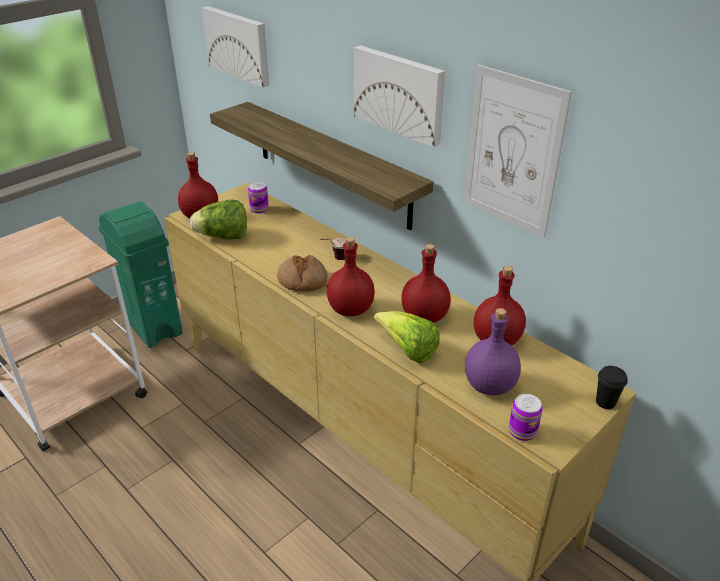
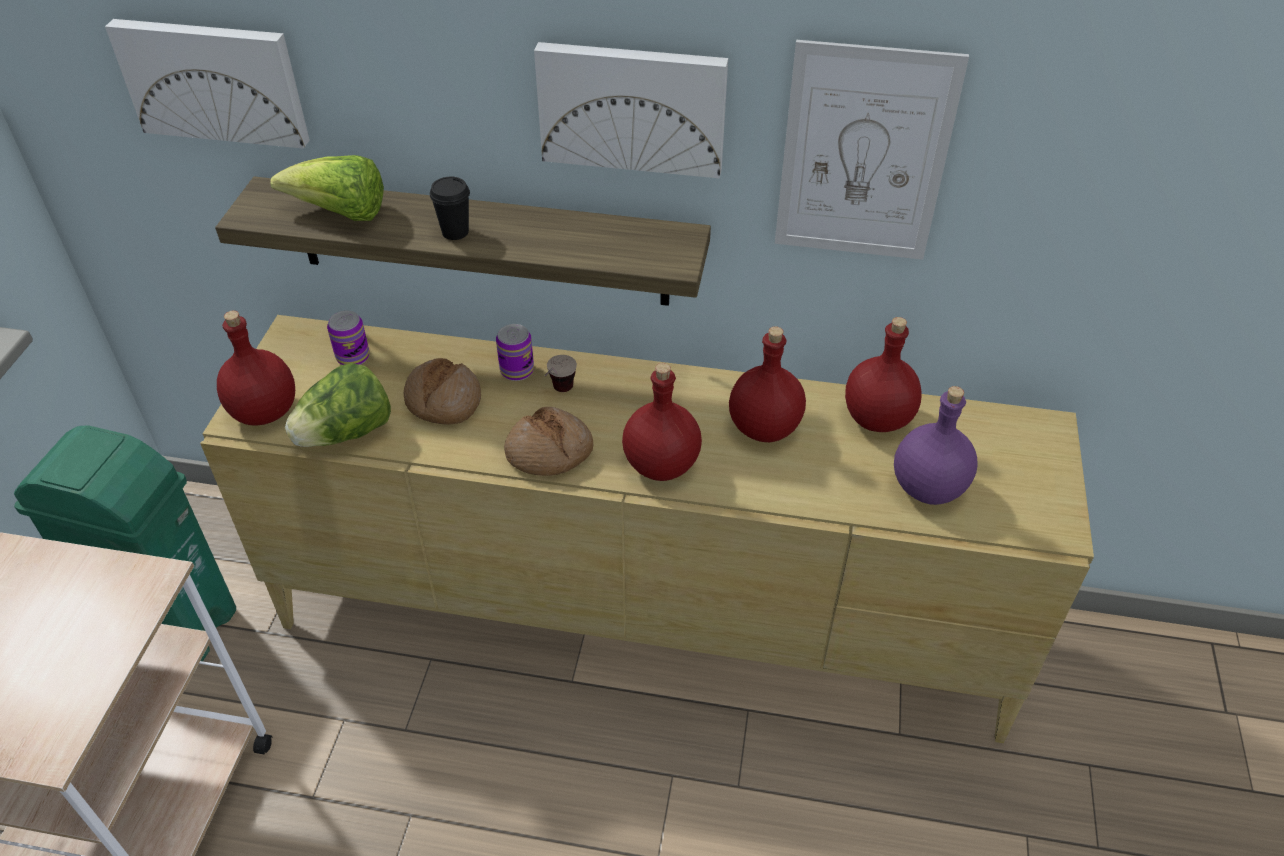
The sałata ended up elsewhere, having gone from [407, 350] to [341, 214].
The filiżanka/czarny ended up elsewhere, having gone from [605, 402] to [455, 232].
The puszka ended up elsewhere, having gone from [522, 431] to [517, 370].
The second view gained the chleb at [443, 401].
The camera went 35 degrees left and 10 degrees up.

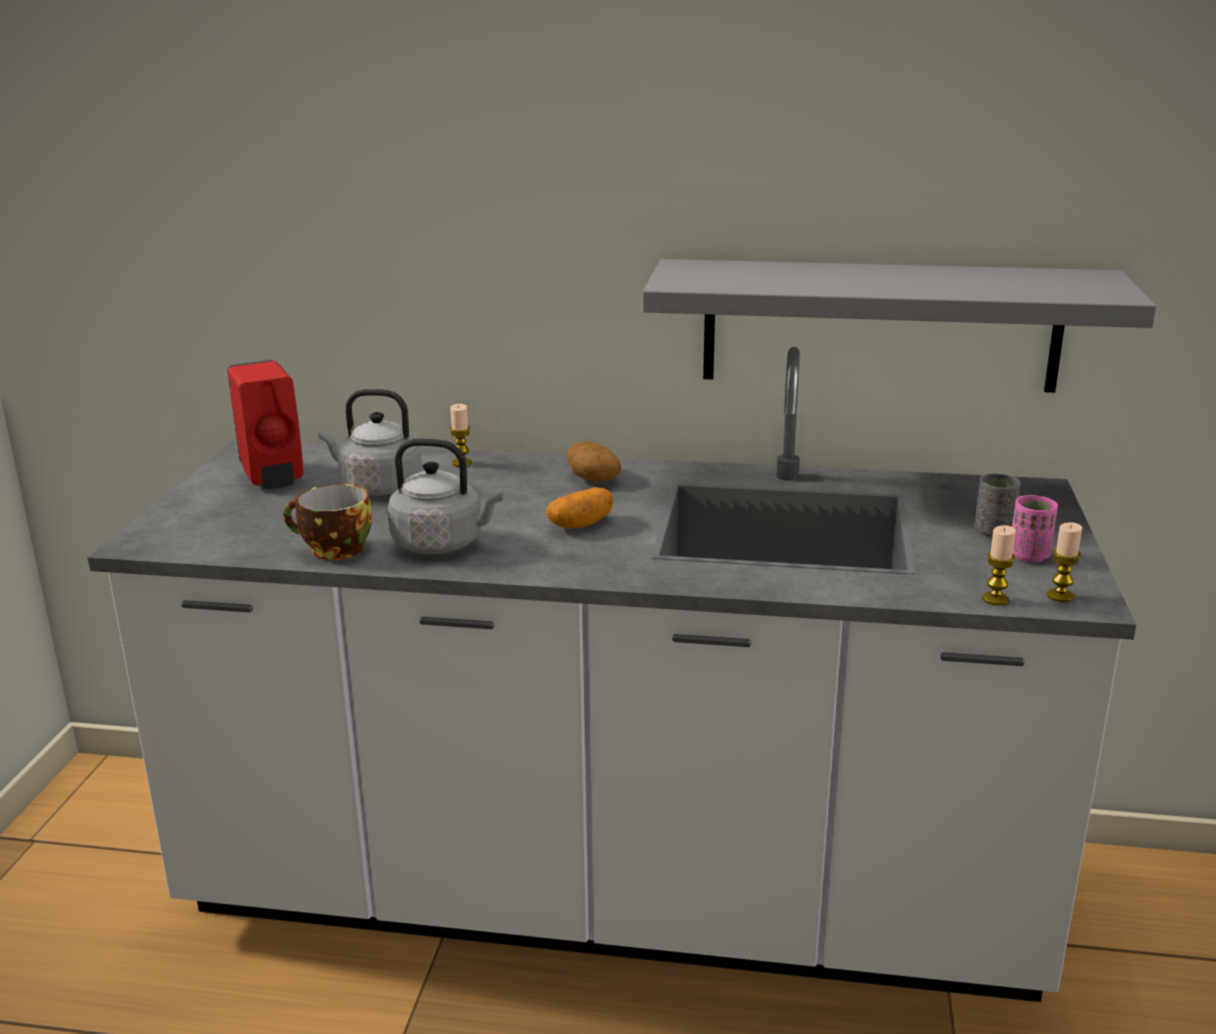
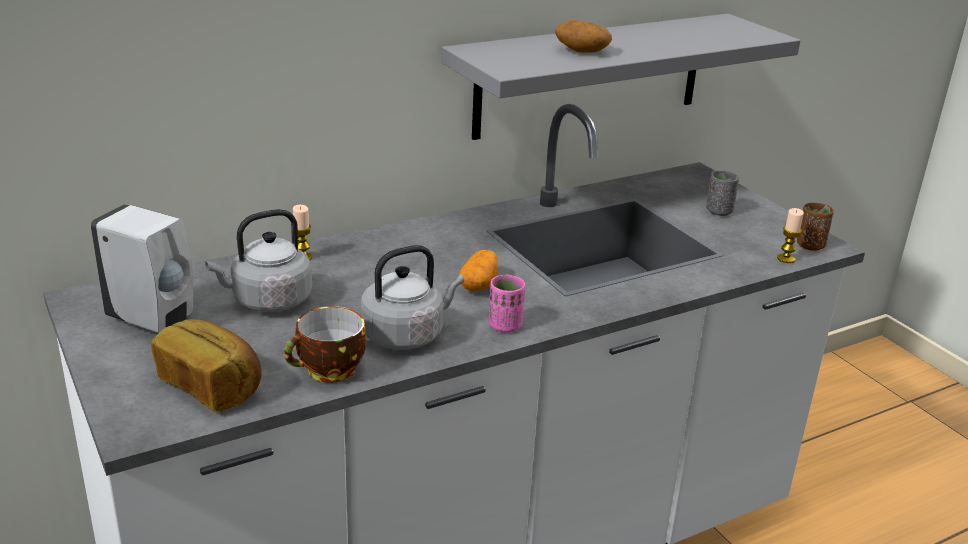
What was the dozownik mydła/czerwony at [272, 477] turned into the dozownik mydła/biały at [154, 320].
The ziemniak ended up elsewhere, having gone from [592, 478] to [581, 51].
The filiżanka/różowy ended up elsewhere, having gone from [1029, 555] to [505, 325].
Where the świeca stood at [1060, 596], the filiżanka/brązowy came to stand at [810, 245].
The second view gained the chleb at [211, 386].
The camera went 40 degrees left and 5 degrees up.

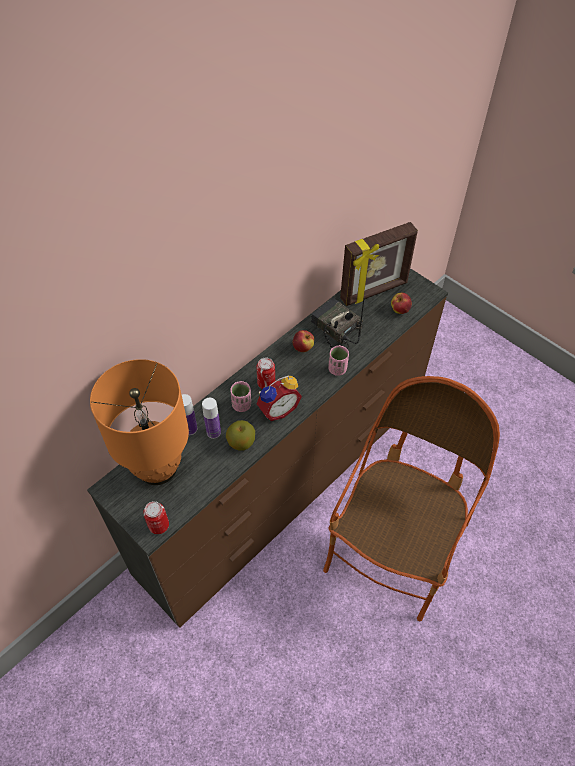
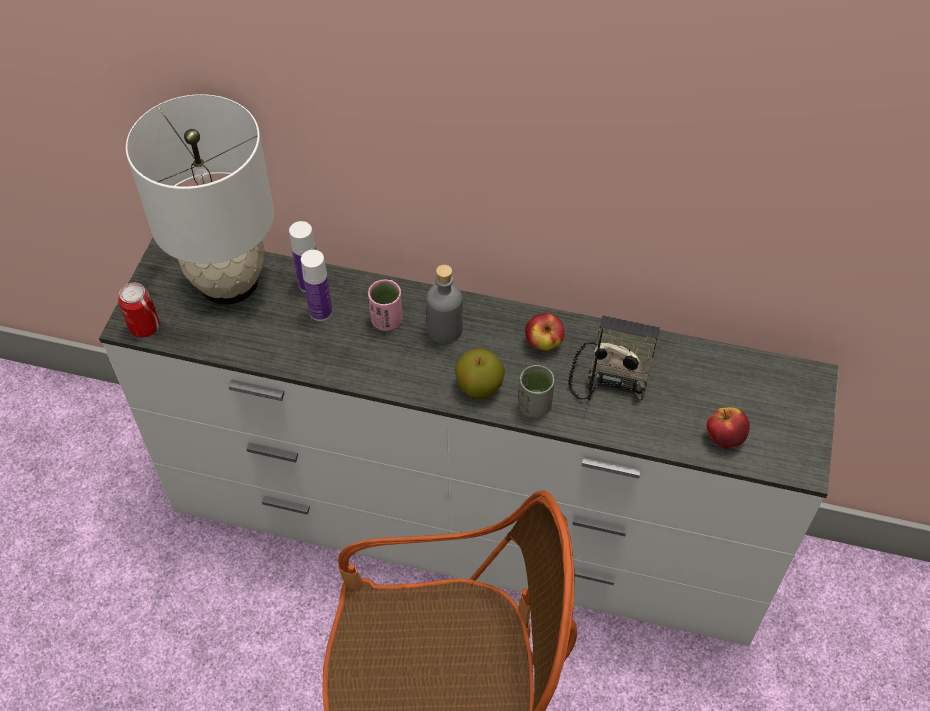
The second view lost the ramka na zdjęcie at [374, 292].
What was the komoda/brązowy at [287, 482] turned into the komoda/biały at [466, 527].
What was the filiżanka/różowy at [337, 369] turned into the filiżanka/szary at [534, 406].
Where the puszka stood at [266, 383], the butelka/szary came to stand at [445, 330].
What was the lampa stołowa/pomarańczowy at [157, 468] turned into the lampa stołowa/biały at [228, 281].
The second view lost the budzik at [277, 409].
The jabłko ended up elsewhere, having gone from [241, 443] to [479, 387].
The camera went 60 degrees right and 0 degrees up.

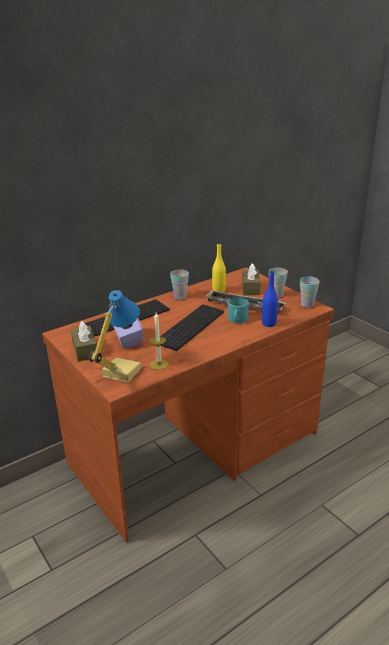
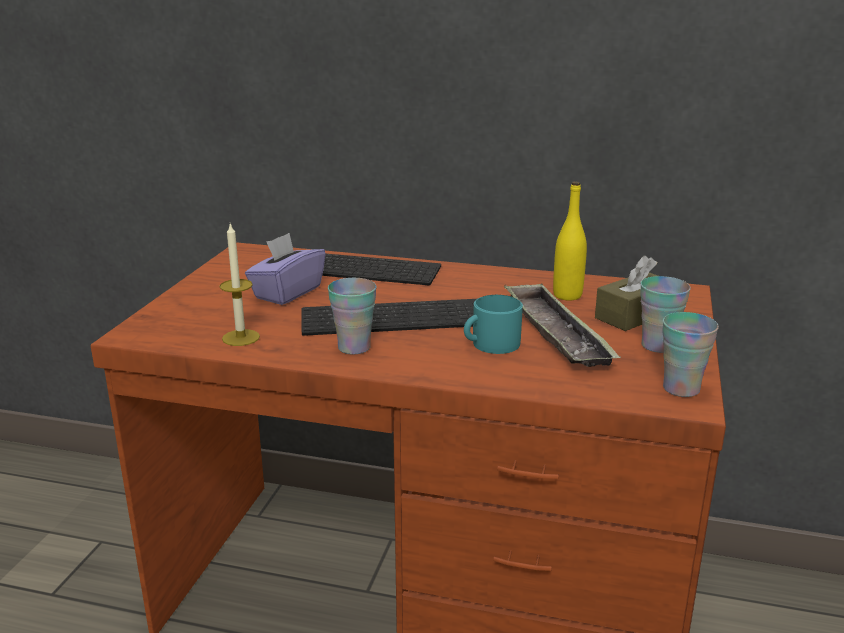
The filiżanka ended up elsewhere, having gone from [180, 297] to [354, 347].
The second view lost the butelka/niebieski at [269, 323].
The second view lost the lampa stołowa at [120, 371].
The second view lost the pudełko chusteczek/brązowy at [85, 350].
The camera went 50 degrees right and 5 degrees down.

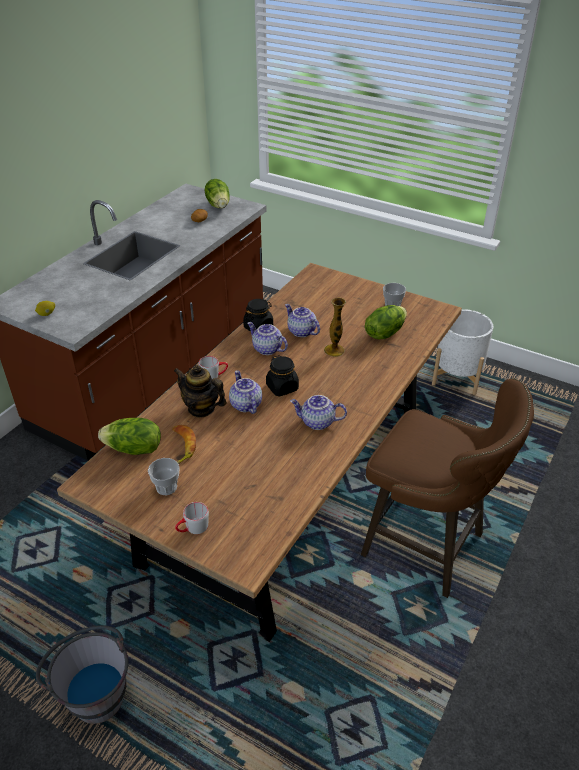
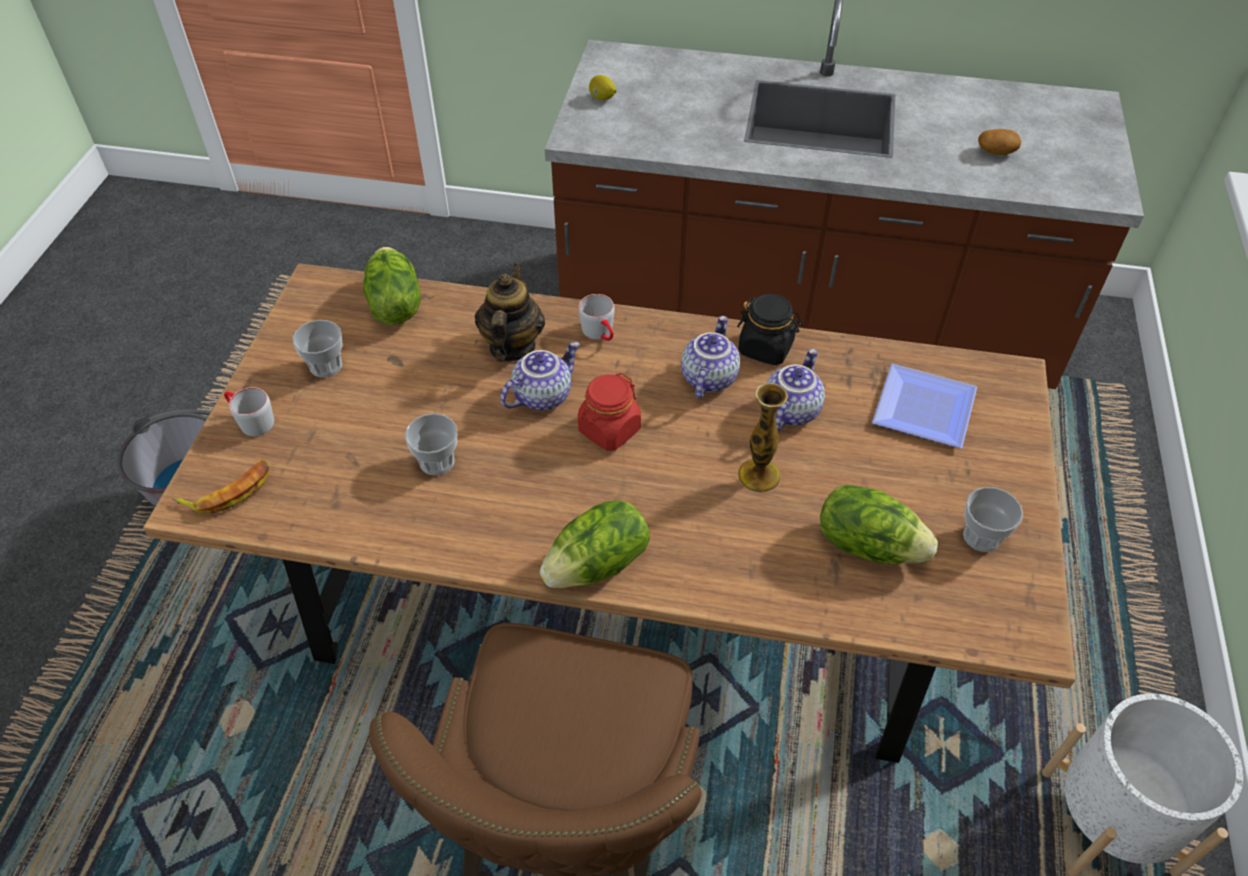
The sałata ended up elsewhere, having gone from [219, 205] to [598, 565].
What was the słoik/czarny at [282, 387] turned into the słoik/czerwony at [609, 430].
The second view lost the imbryk at [317, 423].
The banan ended up elsewhere, having gone from [182, 446] to [228, 491].
The second view gained the talerz at [921, 406].
The second view gained the filiżanka at [437, 462].
The camera went 70 degrees right and 10 degrees up.

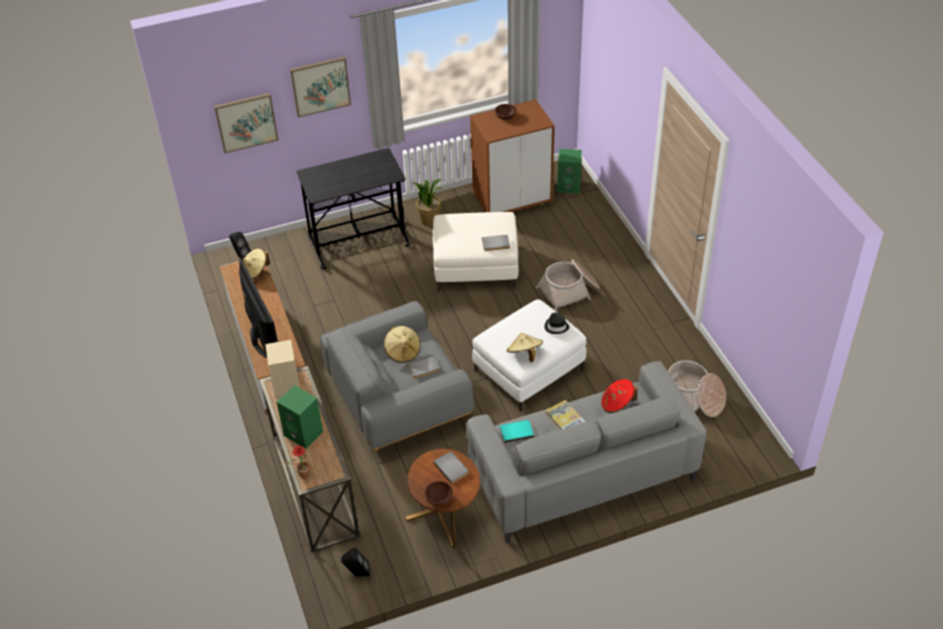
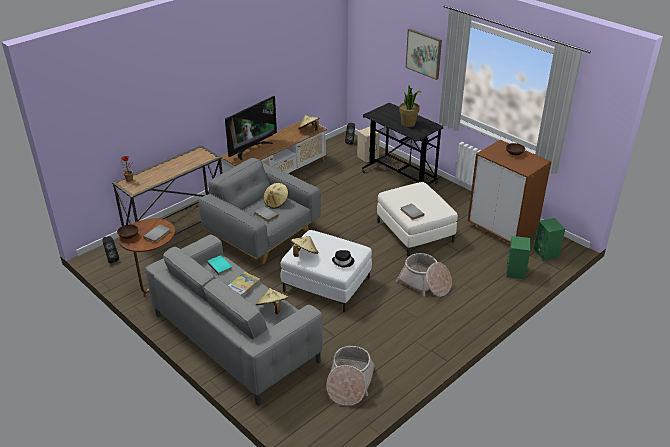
The second view lost the obraz at [246, 122].
The roślina doniczkowa ended up elsewhere, having gone from [429, 220] to [408, 123].
The głośnik/beżowy ended up elsewhere, having gone from [285, 385] to [368, 156].
What was the kapelusz/czerwony at [617, 404] turned into the kapelusz/beżowy at [272, 308].
The głośnik/zielony ended up elsewhere, having gone from [304, 433] to [516, 272].
The camera went 65 degrees right and 10 degrees down.

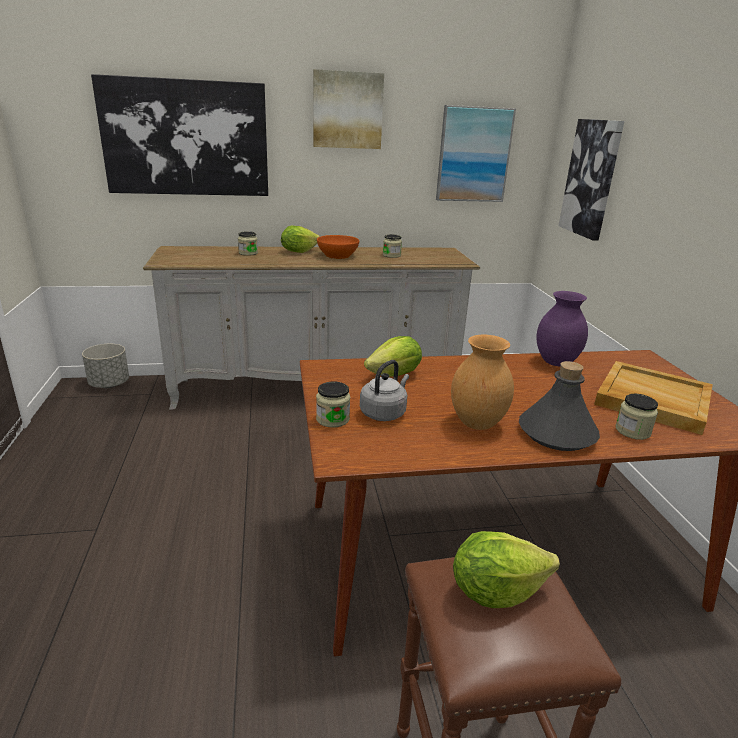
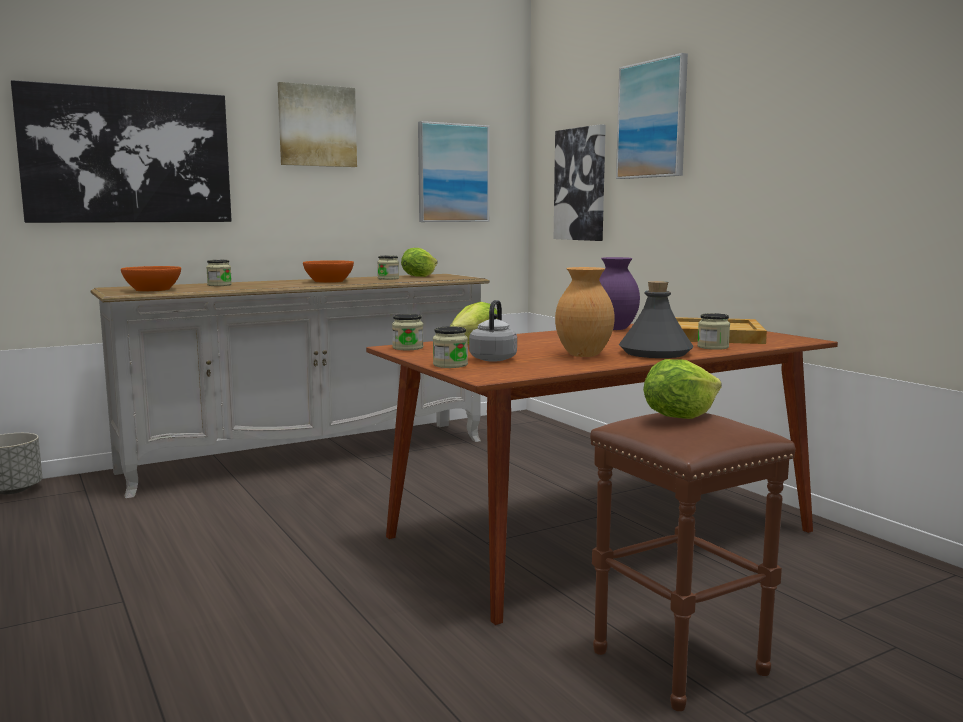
The sałata ended up elsewhere, having gone from [298, 251] to [418, 276].
The second view gained the obraz at [652, 120].
The second view gained the miska/pomarańczowy at [152, 290].
The second view gained the słoik at [408, 348].
The camera went 20 degrees left and 15 degrees down.

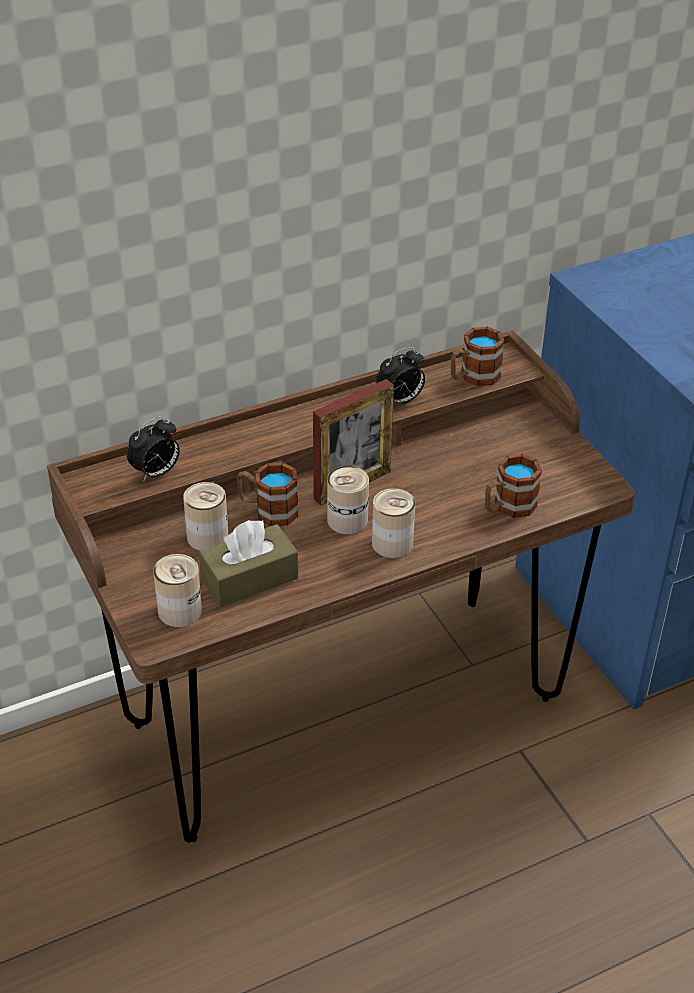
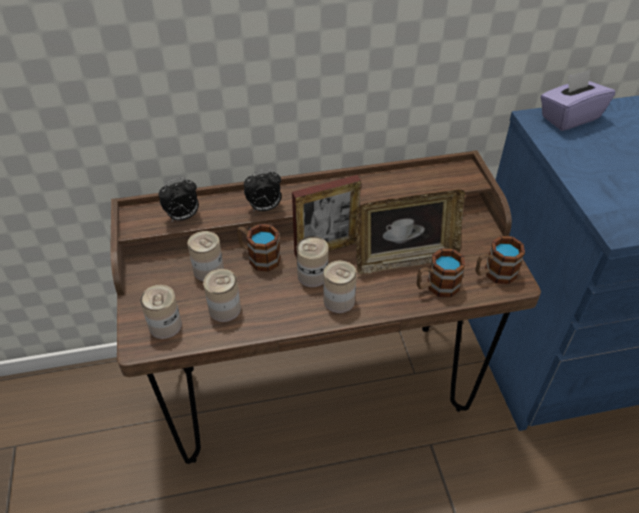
The kubek ended up elsewhere, having gone from [473, 377] to [494, 274].
The budzik ended up elsewhere, having gone from [400, 401] to [264, 208].
Where the pudełko chusteczek/brązowy stood at [249, 578], the puszka came to stand at [224, 309].
The second view gained the pudełko chusteczek/fioletowy at [569, 117].
The second view gained the ramka na zdjęcie at [405, 259].
The camera went 15 degrees right and 5 degrees up.

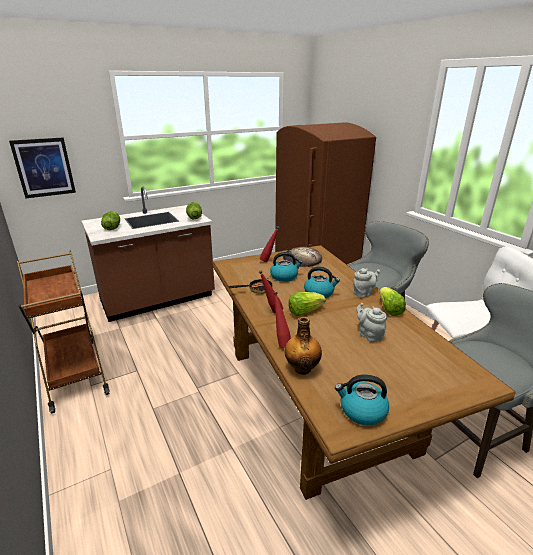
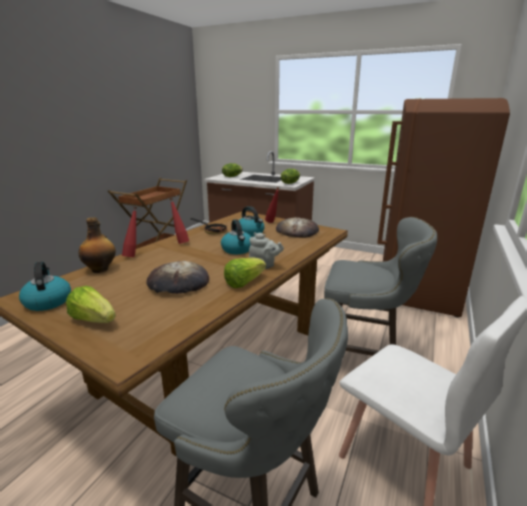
The second view lost the obraz at [44, 167].
The sałata ended up elsewhere, having gone from [304, 311] to [94, 320].
Where the imbryk/szary stood at [369, 335], the chleb came to stand at [178, 283].
The camera went 55 degrees right and 5 degrees down.

